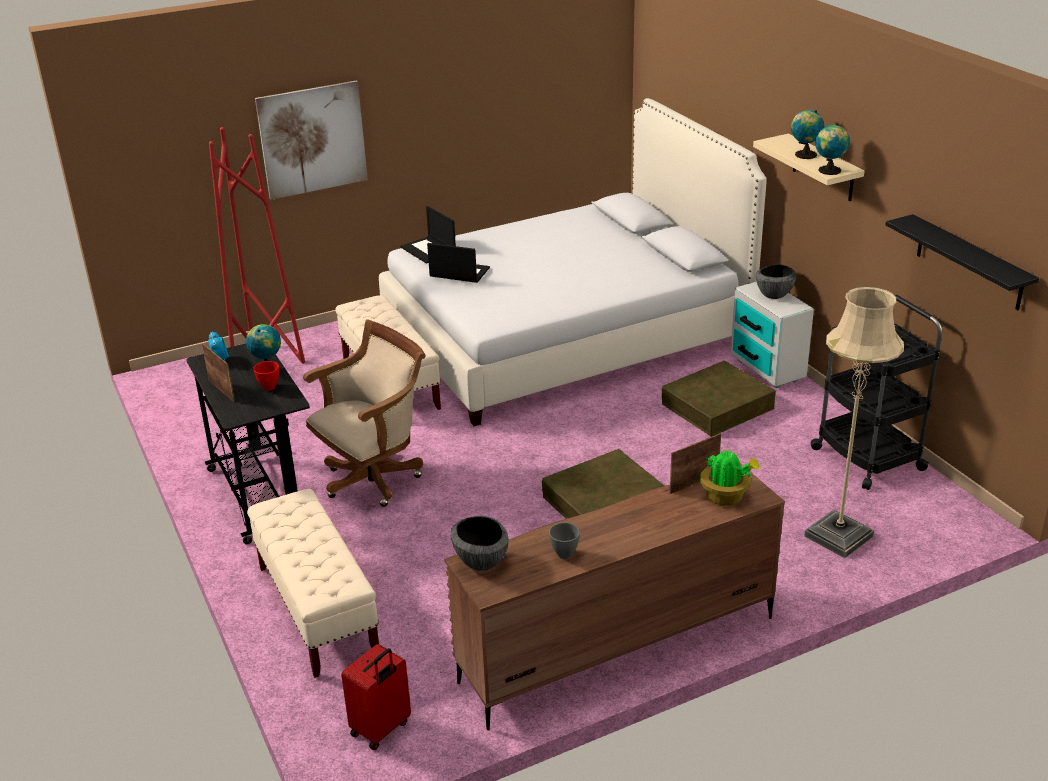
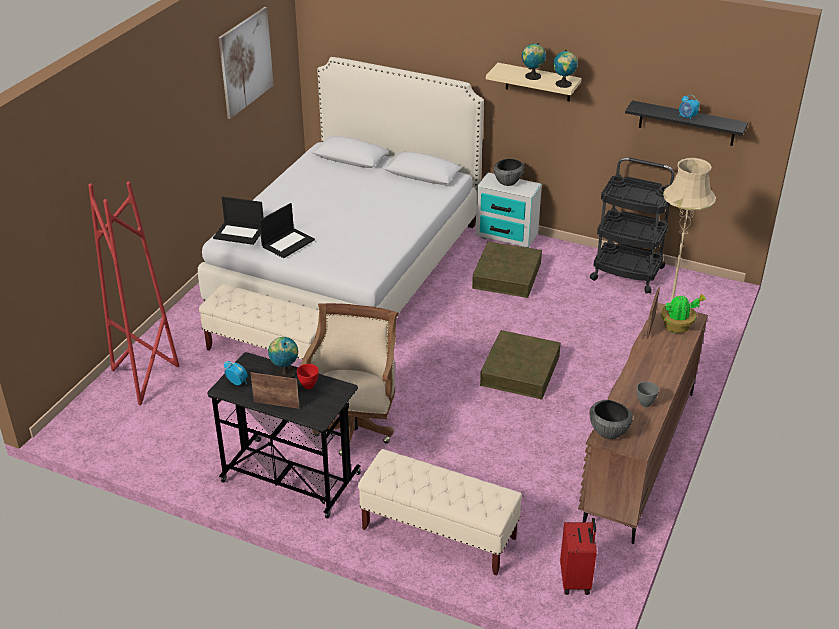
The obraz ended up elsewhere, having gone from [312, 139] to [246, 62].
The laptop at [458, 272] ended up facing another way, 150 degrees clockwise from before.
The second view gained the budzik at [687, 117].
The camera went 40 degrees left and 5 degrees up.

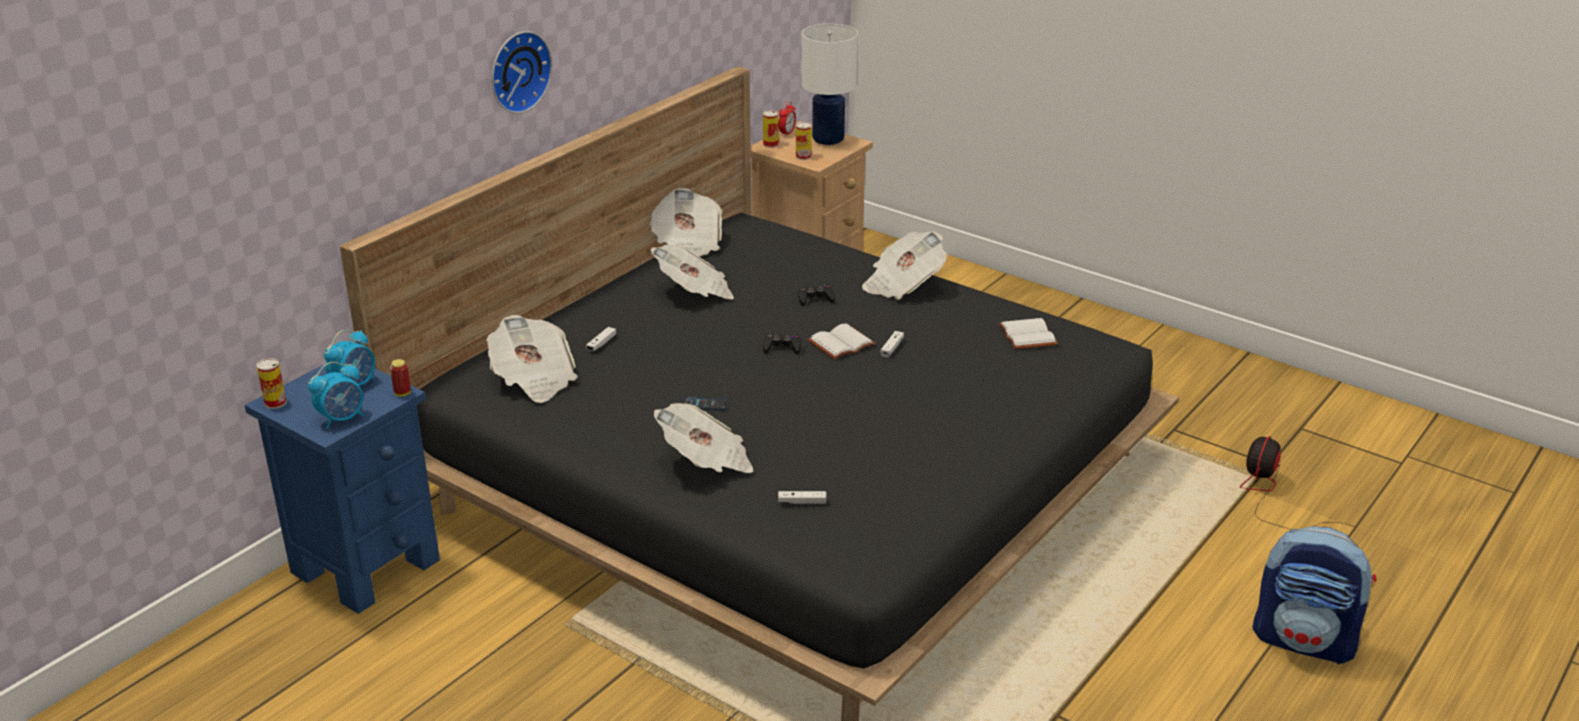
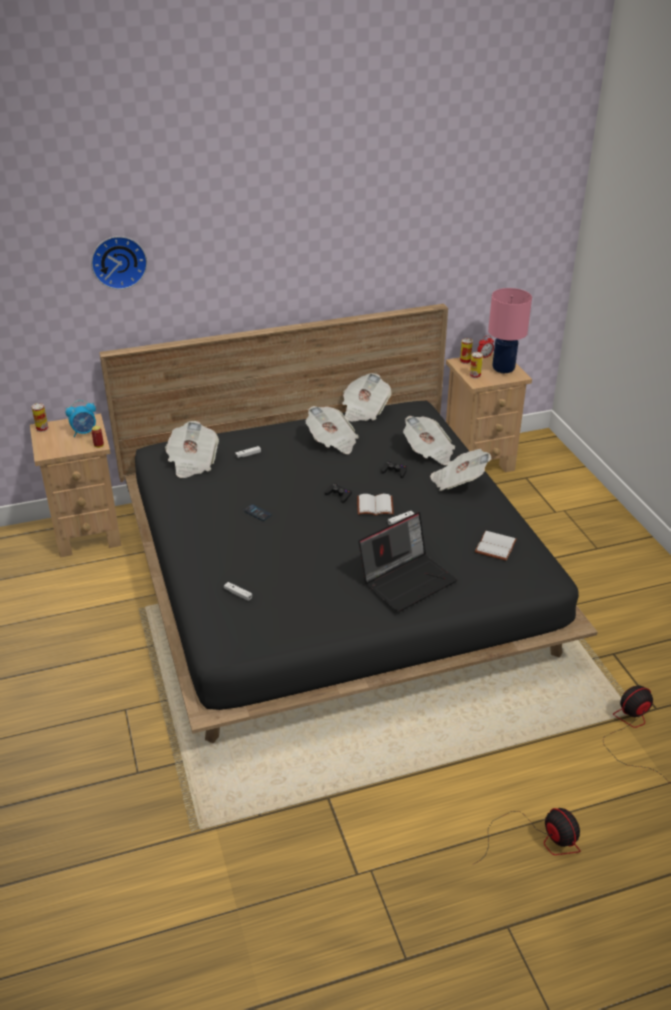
What was the lampa stołowa/biały at [827, 142] turned into the lampa stołowa/różowy at [503, 370].
The zegar ścienny ended up elsewhere, having gone from [517, 71] to [118, 261].
The second view lost the budzik at [342, 418].
What was the szafka nocna/niebieski at [368, 566] turned into the szafka nocna/beżowy at [88, 534].
The gazeta ended up elsewhere, having gone from [706, 461] to [429, 452].
Where the plecak stood at [1305, 641], the wentylator came to stand at [538, 839].
The second view gained the laptop at [407, 579].
The camera went 35 degrees right and 5 degrees up.

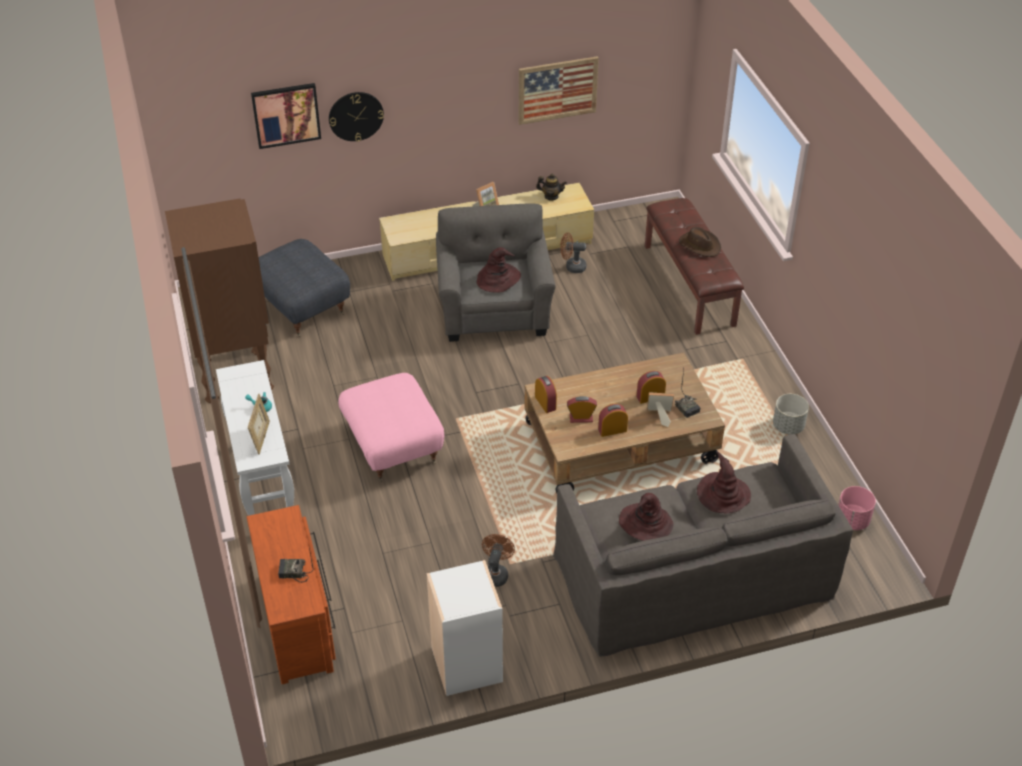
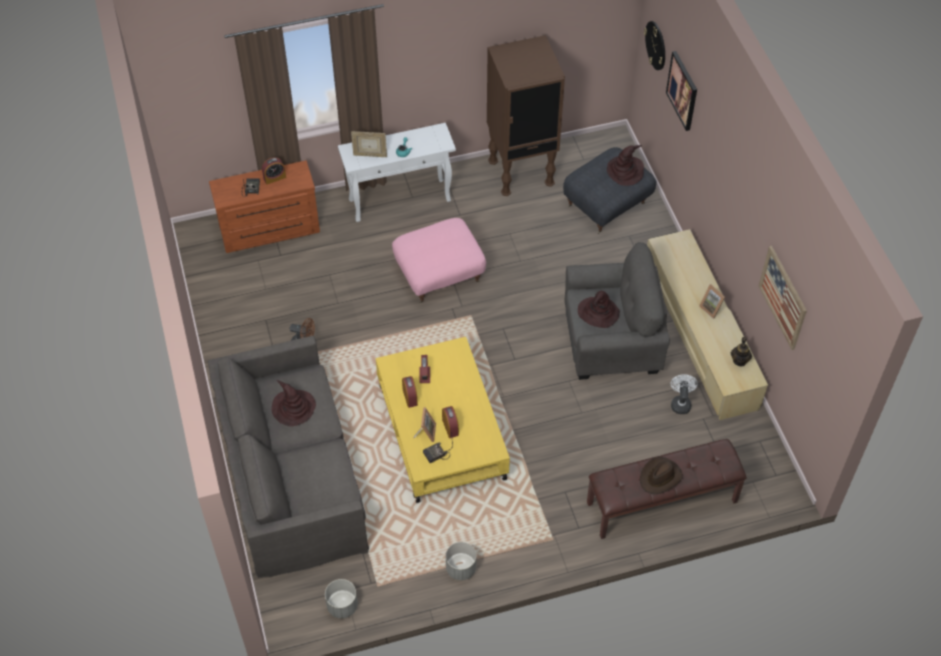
The zegar ścienny ended up elsewhere, having gone from [356, 116] to [656, 45].
What was the wentylator/brązowy at [572, 267] turned into the wentylator/biały at [680, 403].
What was the ława/brązowy at [620, 443] turned into the ława/żółty at [441, 432].
The budzik ended up elsewhere, having gone from [545, 403] to [274, 178].
The kapelusz/brązowy ended up elsewhere, having gone from [723, 494] to [625, 171].
What was the donica/różowy at [852, 520] turned into the donica/szary at [342, 606].
The second view lost the regał at [466, 664].
The camera went 90 degrees right and 10 degrees up.

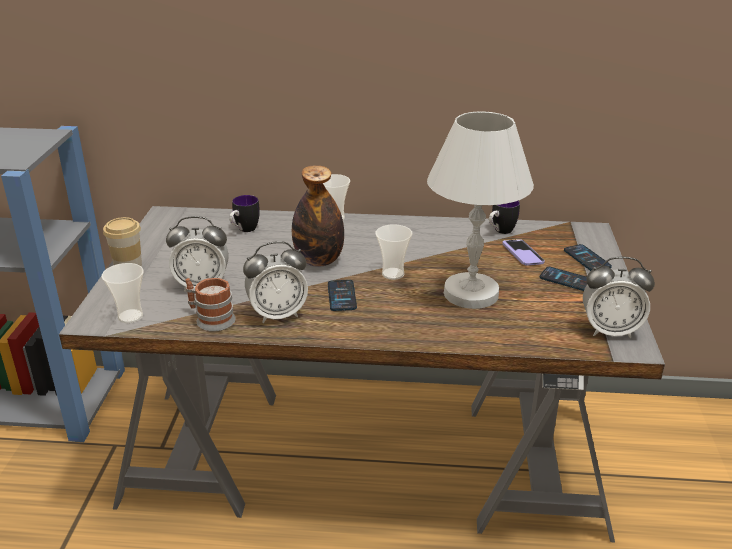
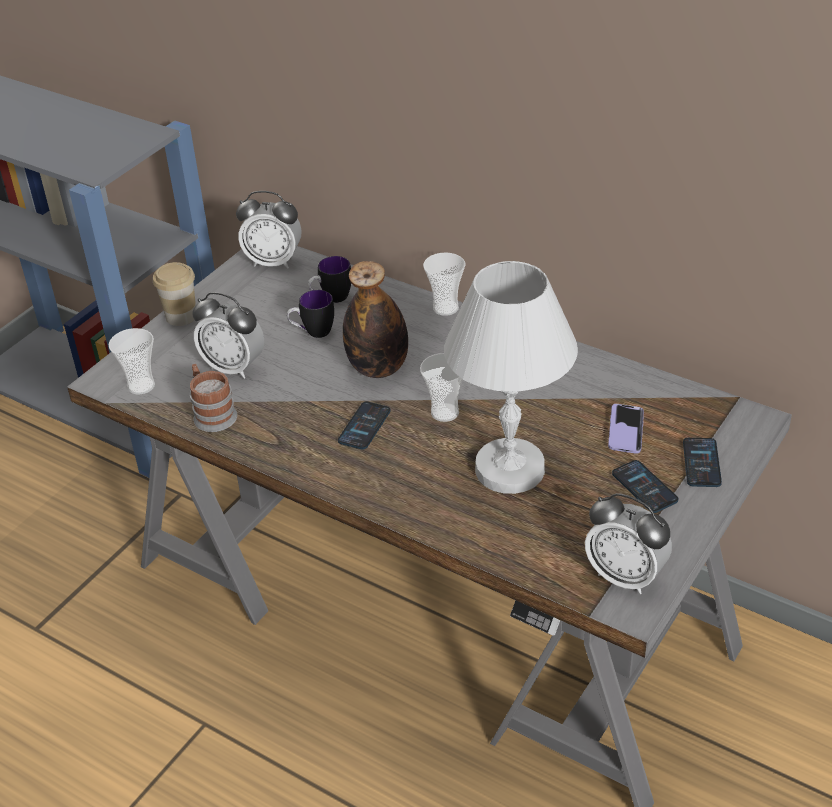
The kubek ended up elsewhere, having gone from [500, 232] to [312, 333].
The budzik ended up elsewhere, having gone from [278, 314] to [273, 261].
The camera went 30 degrees right and 10 degrees up.

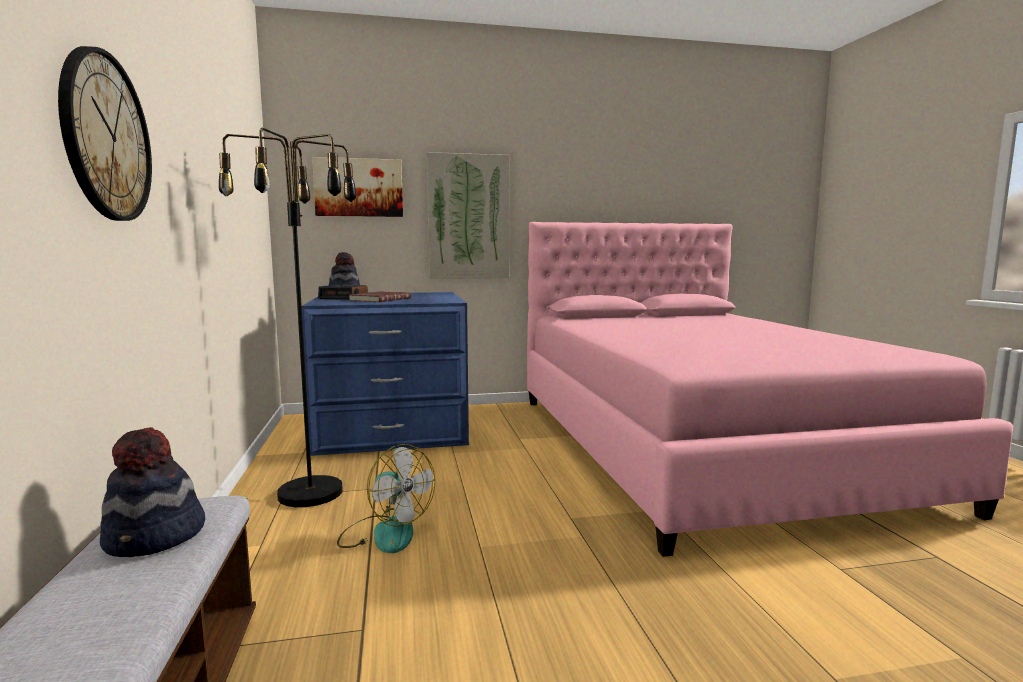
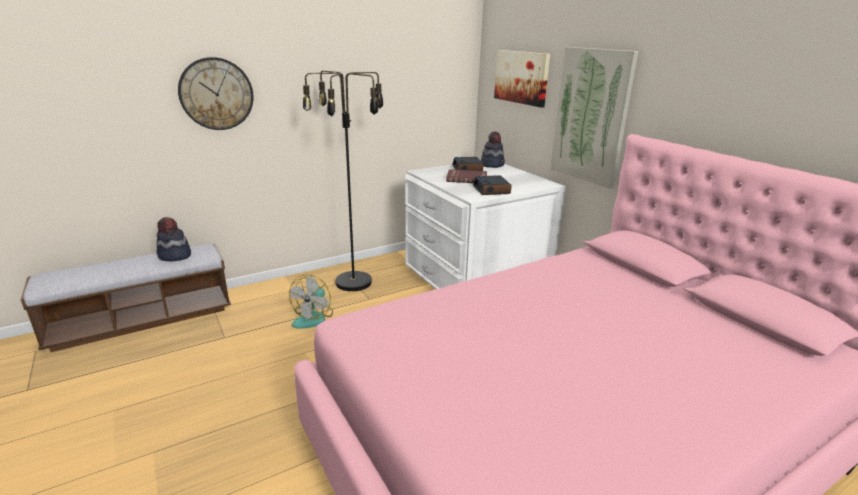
What was the komoda/niebieski at [392, 428] turned into the komoda/biały at [475, 275].
The second view gained the budzik at [492, 190].
The camera went 70 degrees right and 15 degrees up.

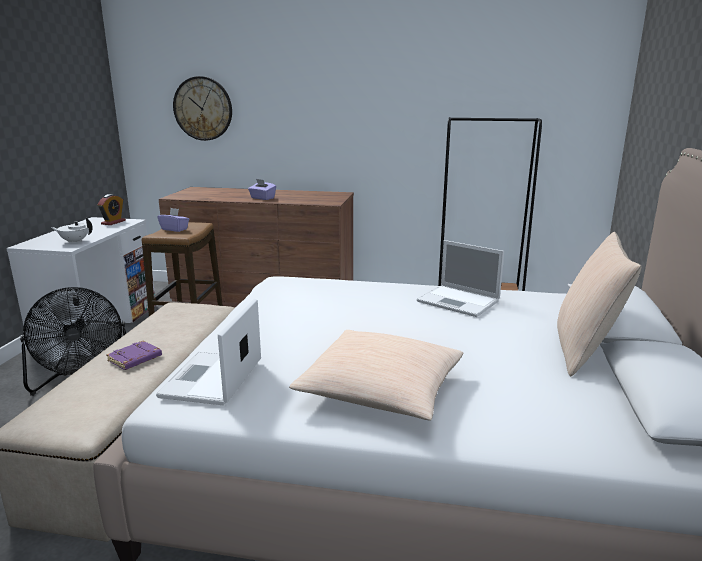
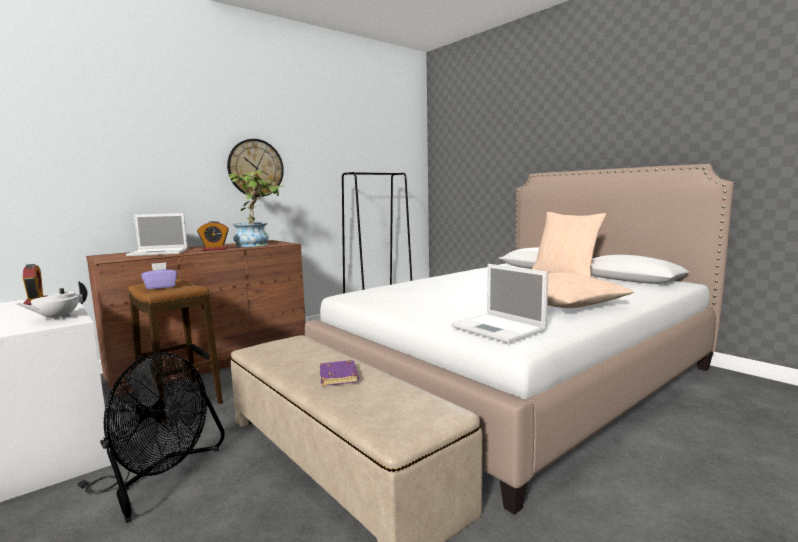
The zegar ścienny ended up elsewhere, having gone from [203, 108] to [255, 168].
Where the pudełko chusteczek/fioletowy stood at [262, 198], the budzik came to stand at [214, 249].
The laptop ended up elsewhere, having gone from [459, 301] to [159, 252].
The second view gained the roślina doniczkowa at [257, 244].
The camera went 50 degrees left and 10 degrees down.

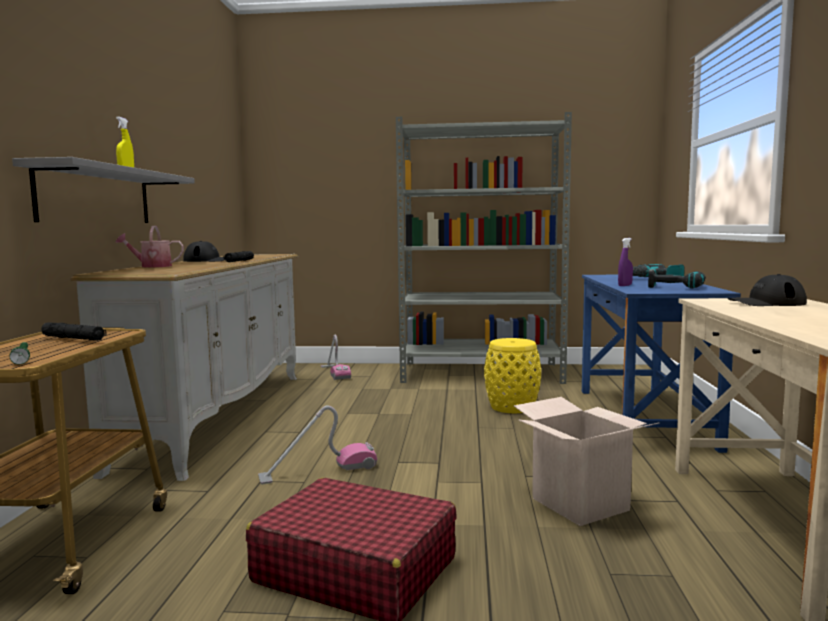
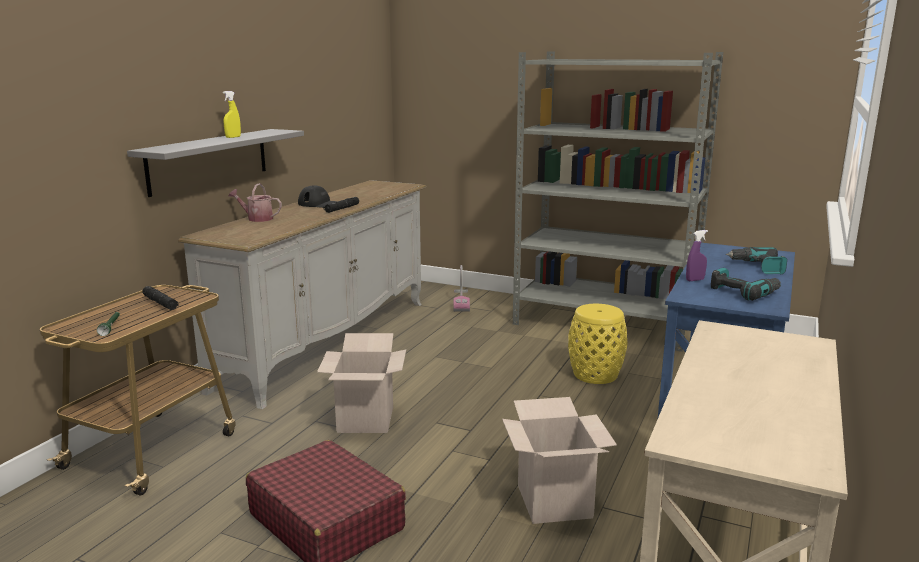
The second view lost the czapka z daszkiem/czarny at [766, 303].
Where the odkurzacz stood at [318, 471], the karton came to stand at [365, 420].
The camera went 20 degrees right and 10 degrees up.

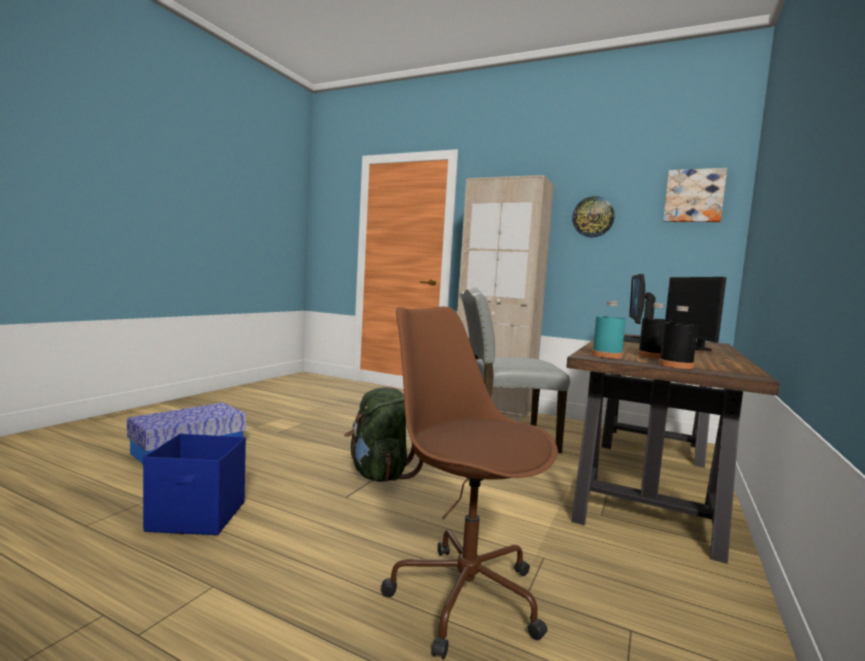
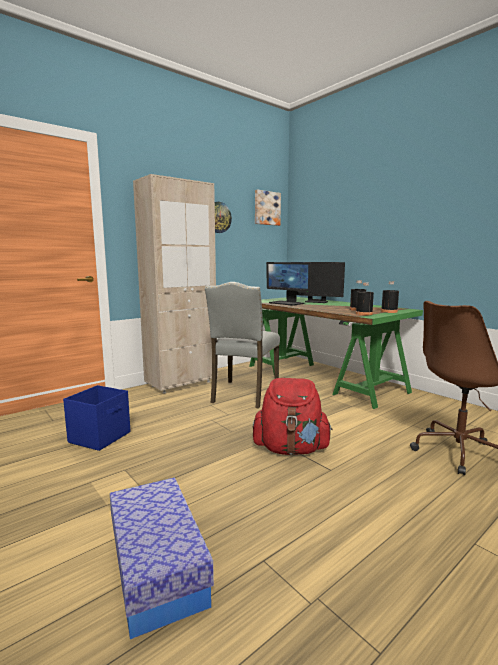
What was the butelka/turkusowy at [606, 356] turned into the butelka/czarny at [364, 314].
What was the biurko/brązowy at [651, 477] turned into the biurko/zielony at [322, 378].
What was the plecak/zielony at [380, 474] turned into the plecak/czerwony at [291, 449].
The pojemnik do przechowywania/niebieski ended up elsewhere, having gone from [198, 517] to [100, 437].
The camera went 65 degrees left and 5 degrees up.

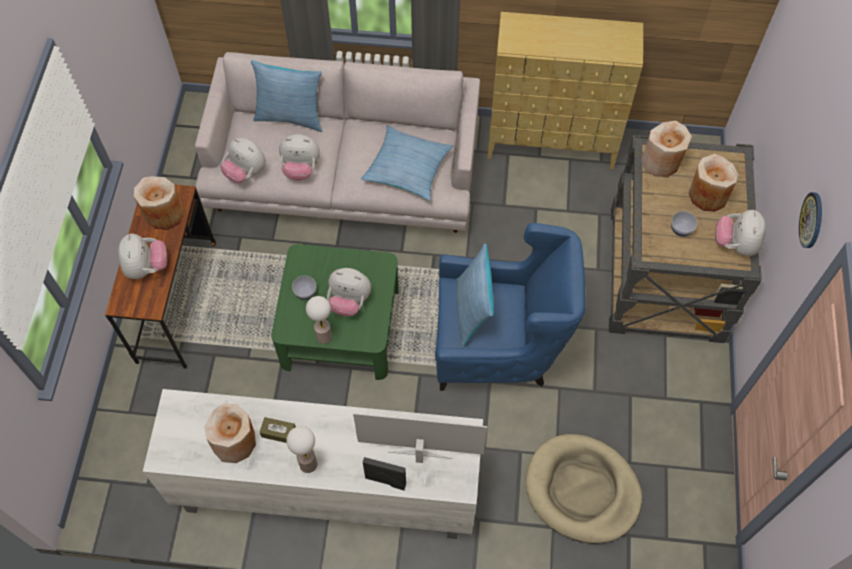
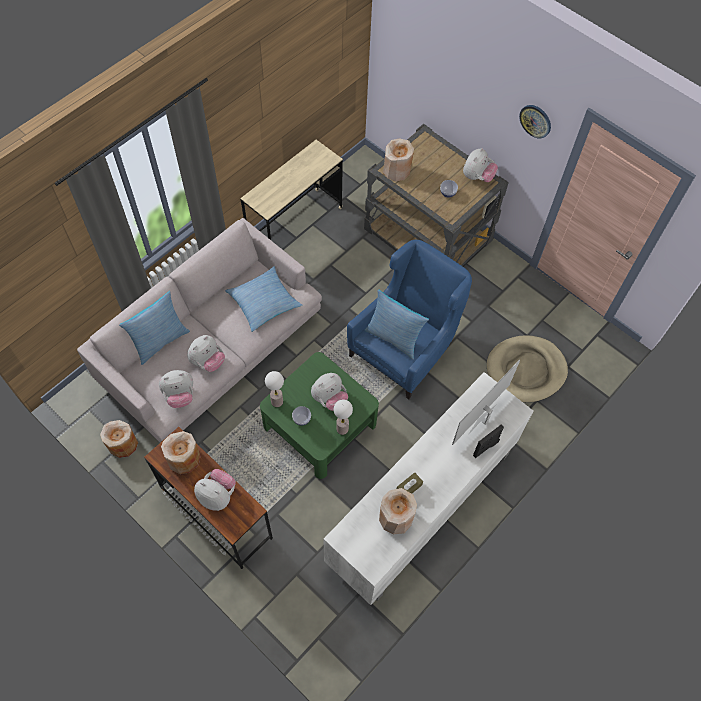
Where the komoda/beżowy stood at [552, 146], the biurko/beżowy came to stand at [295, 226].
The wazon/beżowy ended up elsewhere, having gone from [707, 195] to [123, 444].
The pluszak at [735, 244] ended up facing another way, 105 degrees counterclockwise from before.
The lampa stołowa ended up elsewhere, having gone from [308, 464] to [277, 402].
The camera went 55 degrees left and 0 degrees up.

